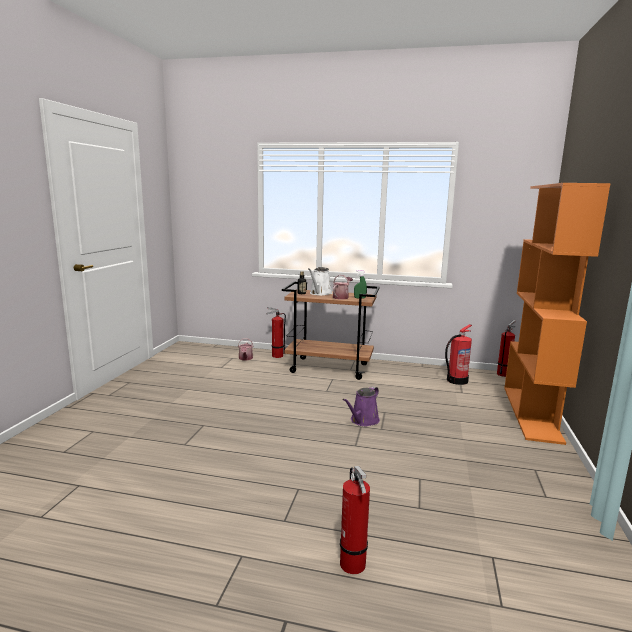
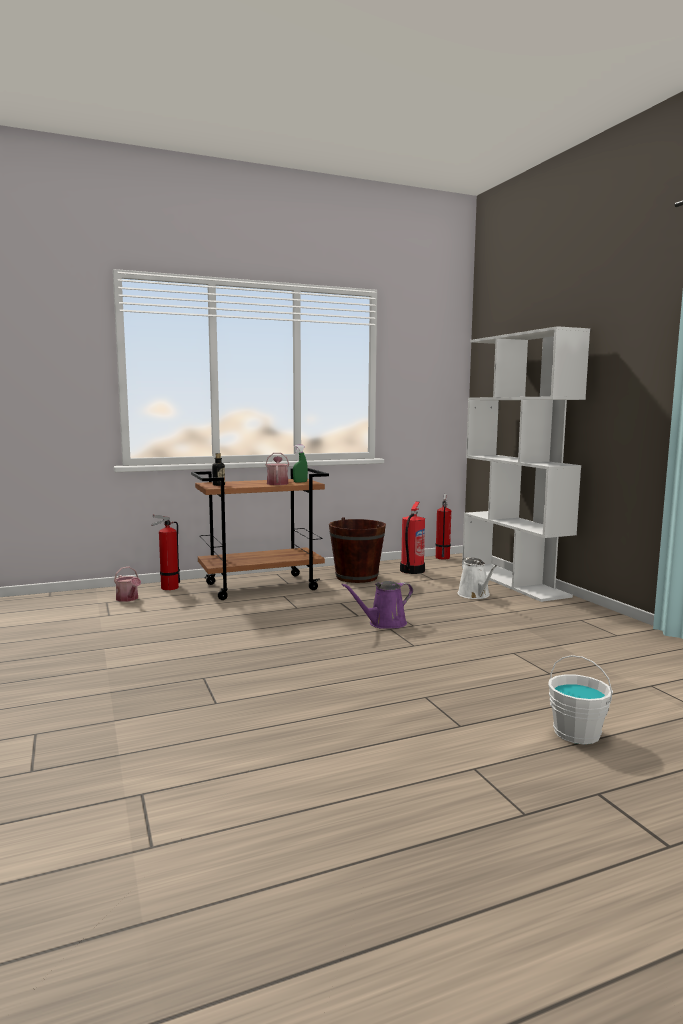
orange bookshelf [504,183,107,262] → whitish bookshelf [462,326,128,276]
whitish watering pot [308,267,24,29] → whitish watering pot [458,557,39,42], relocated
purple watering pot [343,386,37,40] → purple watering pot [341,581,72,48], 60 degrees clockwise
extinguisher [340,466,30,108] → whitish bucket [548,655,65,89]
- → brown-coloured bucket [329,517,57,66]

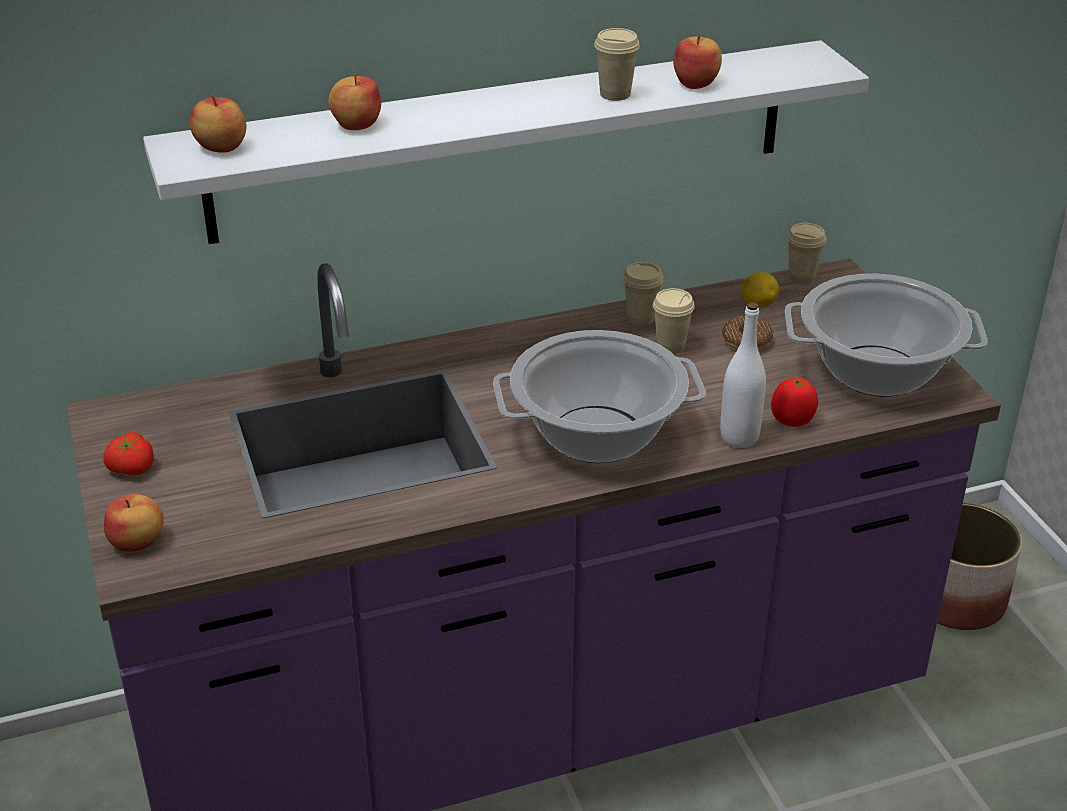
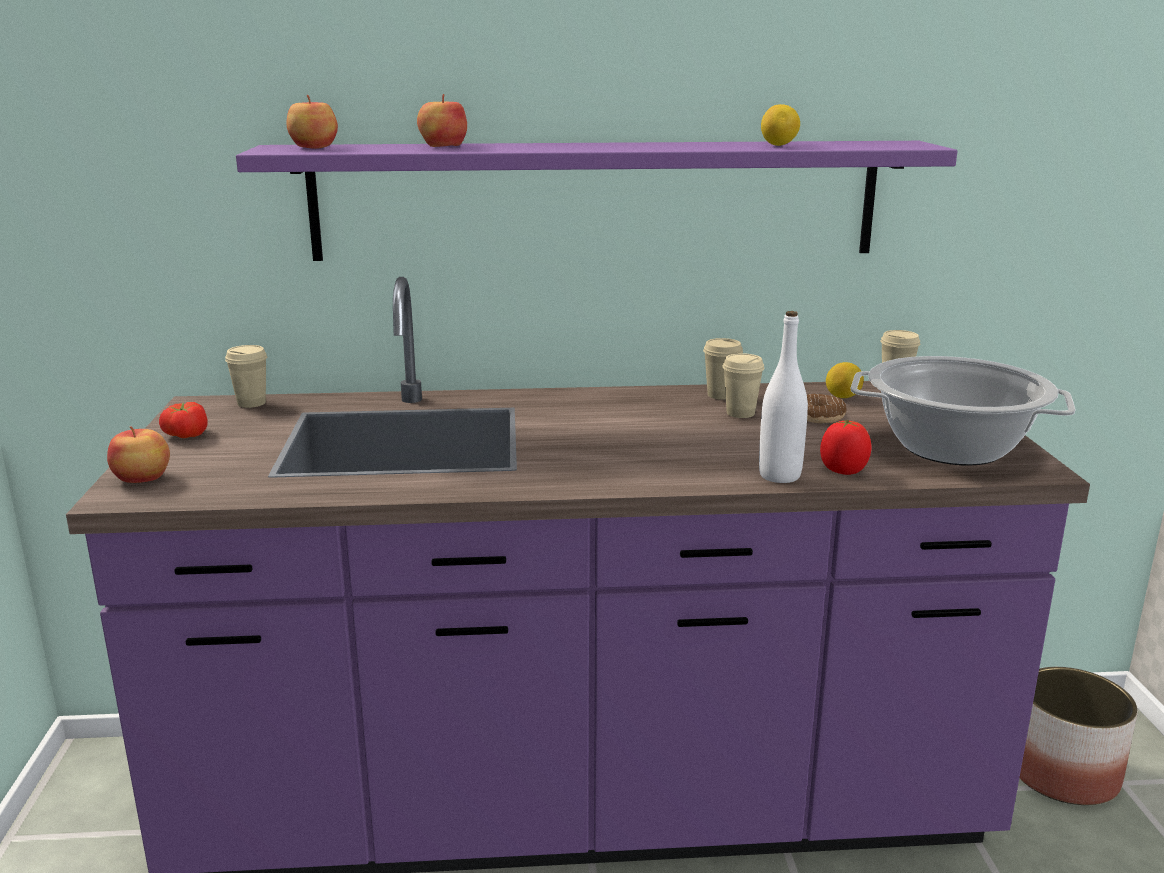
beige-coloured cup [594,28,46,73] → beige-coloured cup [225,345,42,63], relocated
apple [673,36,49,53] → citrus fruit [761,104,39,42]
whitish wall shelf [143,40,726,204] → purple wall shelf [236,141,721,120]
saucepot [493,330,213,133] → -

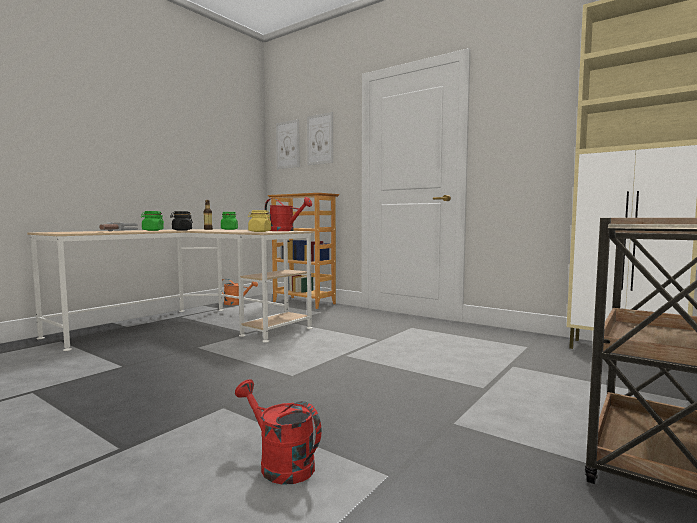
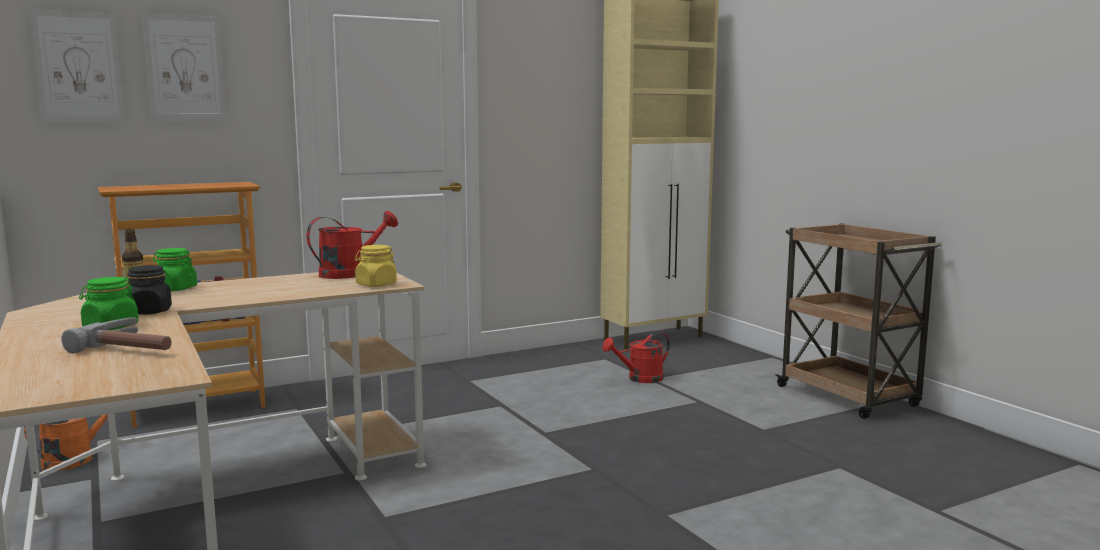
red-coloured watering pot [235,379,87,106] → red-coloured watering pot [602,332,68,51], relocated

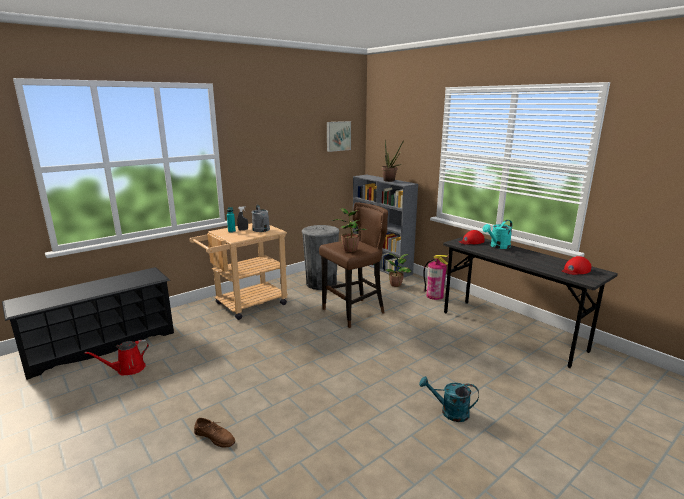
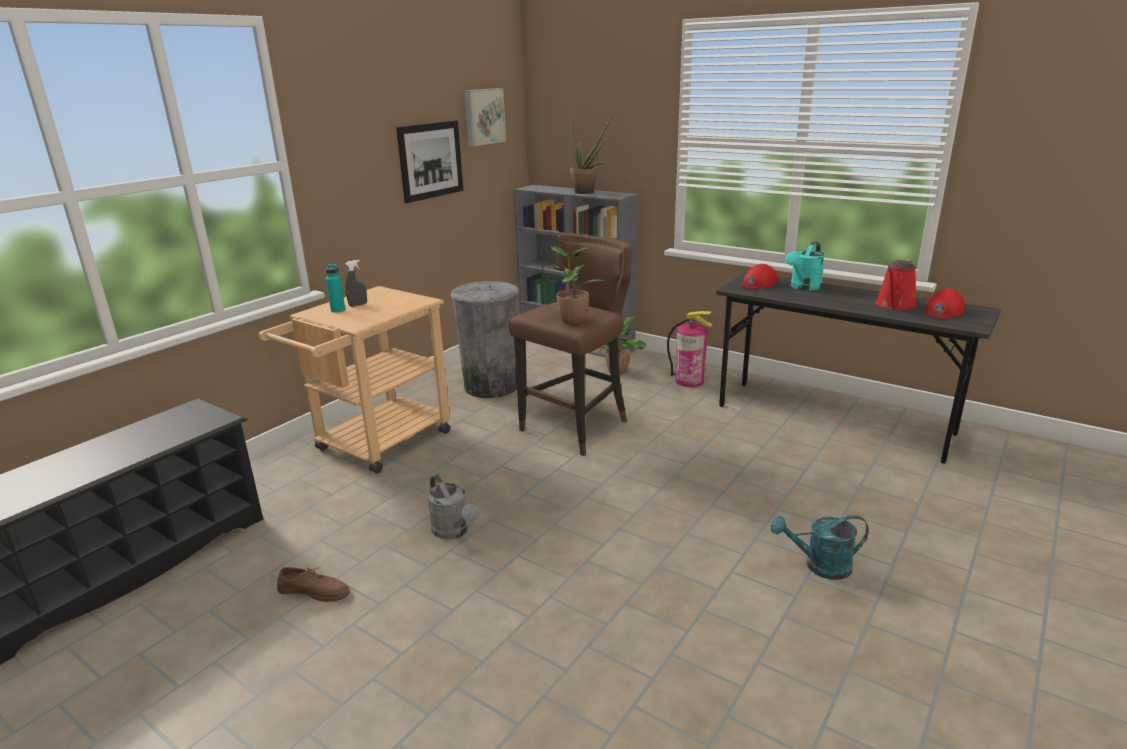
greyish watering pot [252,205,18,27] → greyish watering pot [427,474,51,65], relocated
red-coloured watering pot [85,340,64,36] → red-coloured watering pot [875,260,43,50], relocated
brown-coloured low shoe [194,418,41,30] → brown-coloured low shoe [277,567,73,35], relocated
- → wall picture [396,120,67,83]

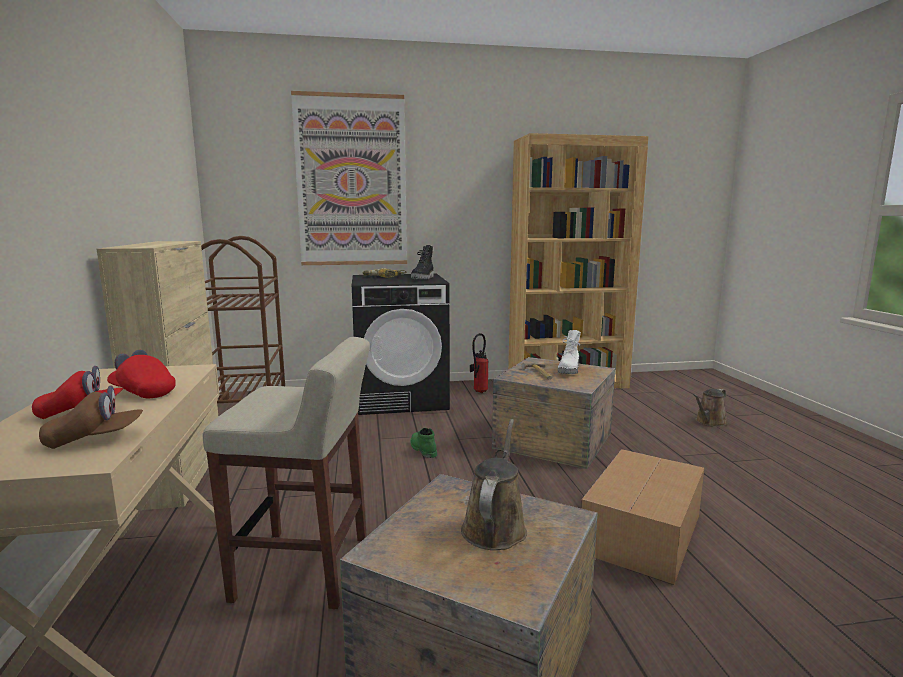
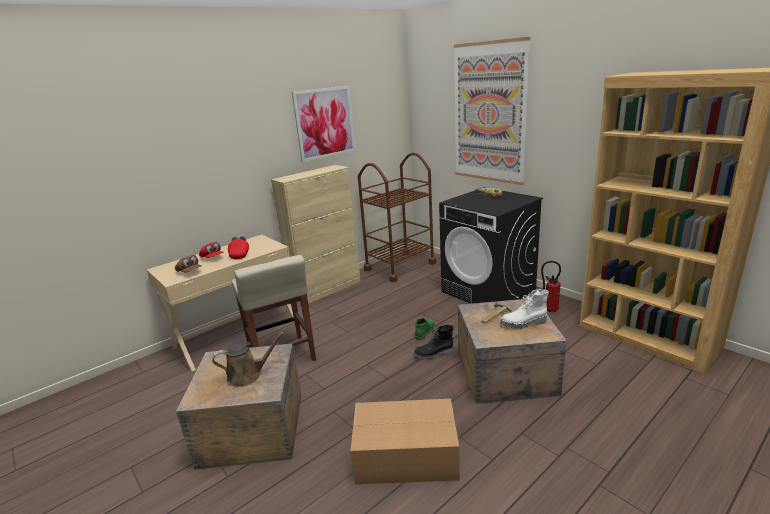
blackish tall boot [411,245,23,34] → blackish tall boot [414,325,40,35], relocated
brown-coloured watering pot [693,389,35,38] → -
- → wall picture [292,86,64,76]

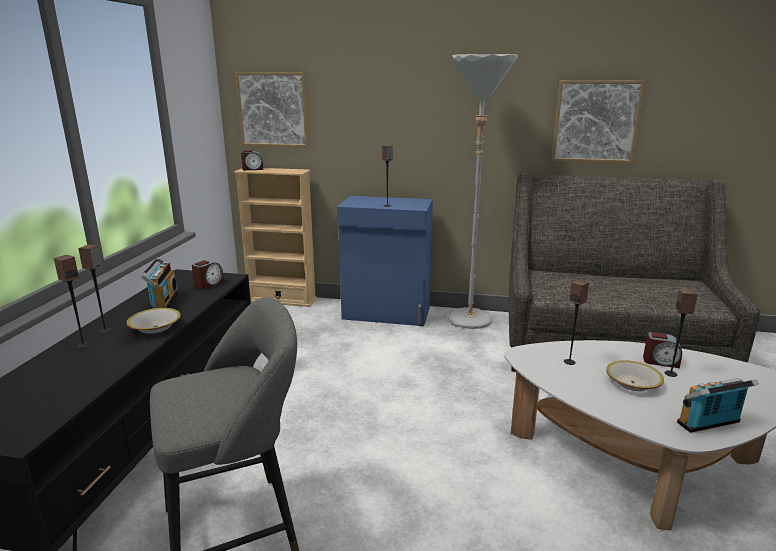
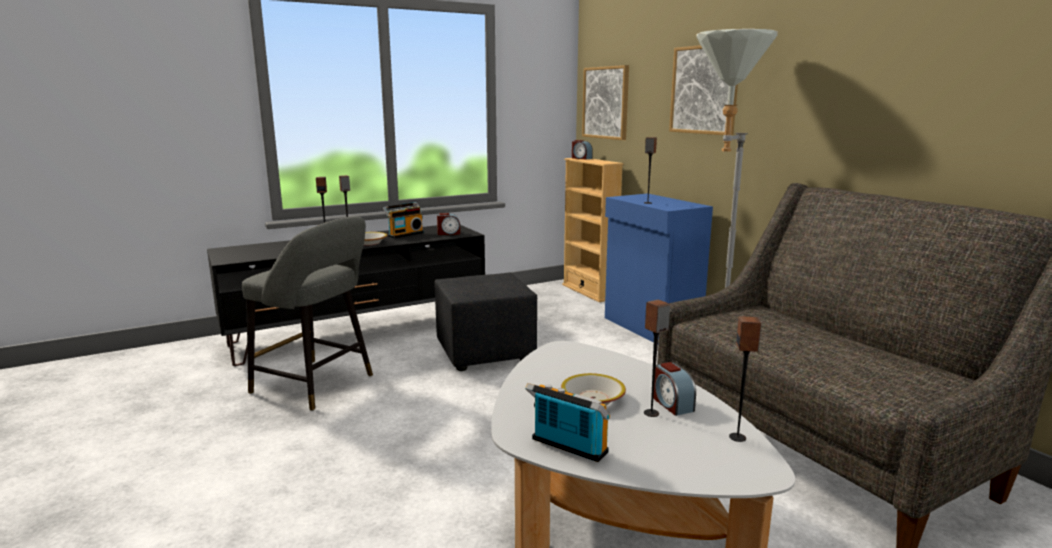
wall picture [551,80,94,83] → wall picture [669,45,69,91], relocated
audio speaker [564,280,25,85] → audio speaker [729,316,33,126], relocated
- → blackish footrest [434,272,103,99]

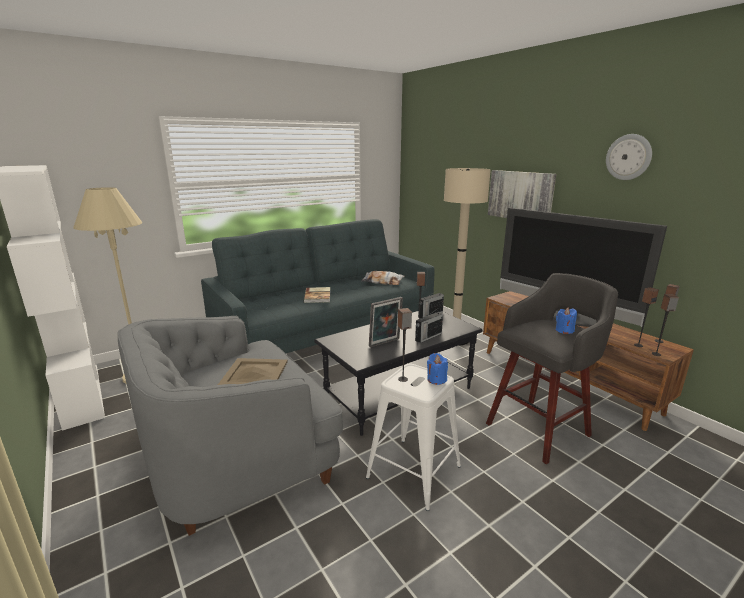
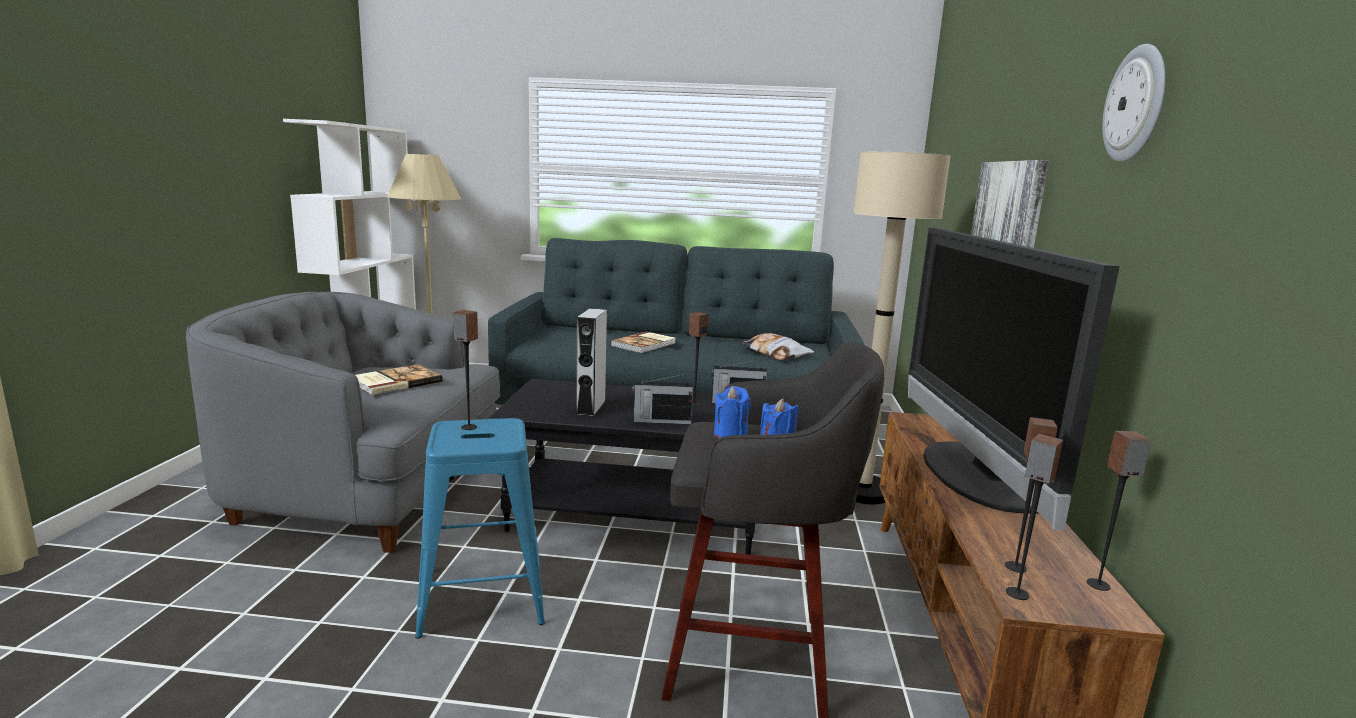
photo frame [369,297,34,50] → greyish audio speaker [576,308,31,108]
blue wax light [427,353,21,32] → blue wax light [714,386,37,52], relocated
beige-coloured serving tray [218,358,70,27] → book [355,364,88,31]
whitish stool [366,364,95,147] → blue stool [415,418,130,220]

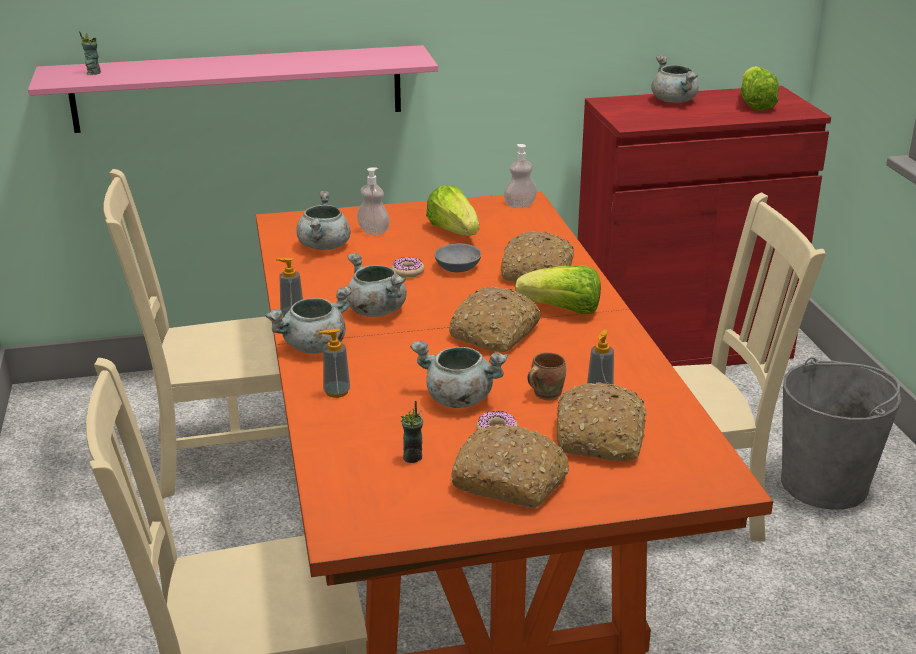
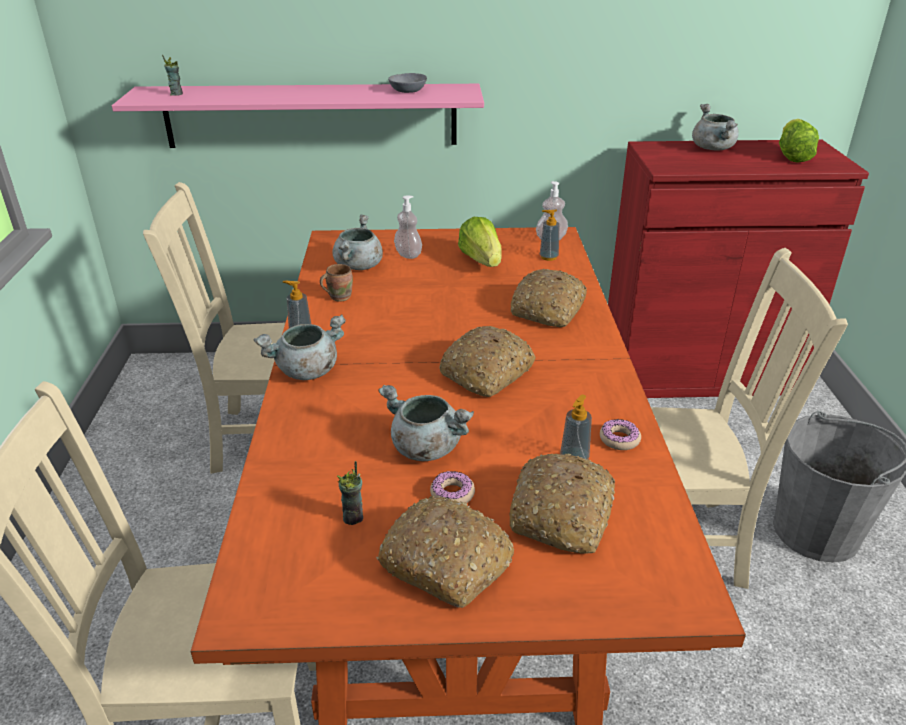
greyish bowl [434,243,47,29] → greyish bowl [388,73,39,20], relocated
greyish saucepot [347,253,60,64] → -
doughnut [392,257,32,21] → doughnut [600,419,41,31], relocated
head of lettuce [515,265,86,49] → -
liquid soap bottle [319,329,31,69] → liquid soap bottle [540,210,20,51], relocated
brown-coloured mug [527,352,39,49] → brown-coloured mug [320,264,33,37], relocated

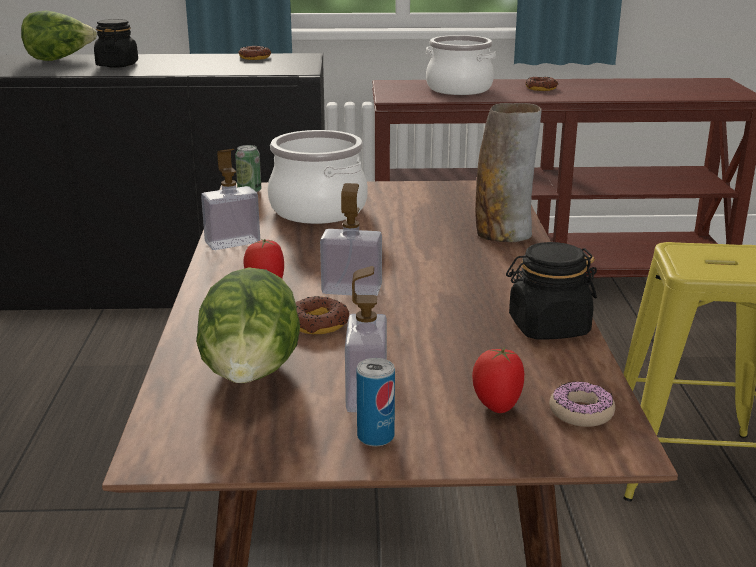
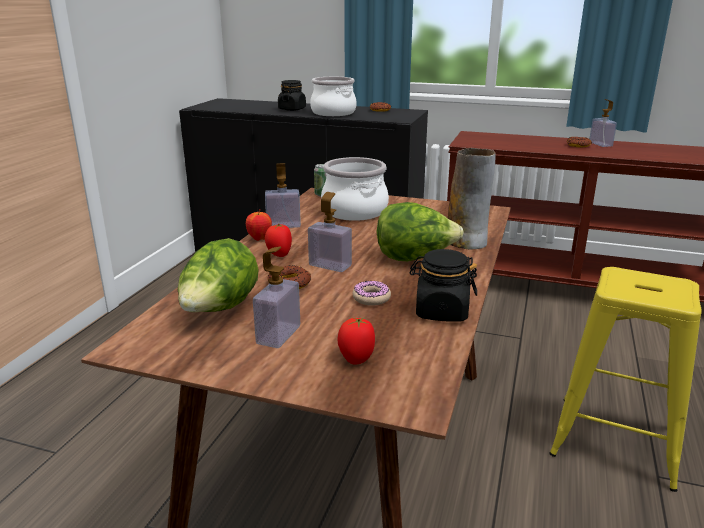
head of lettuce [21,11,76,50] → head of lettuce [376,202,88,59], relocated
saucepot [426,35,70,60] → saucepot [310,77,47,39], relocated
sealed can [357,358,38,88] → -
doughnut [549,381,66,46] → doughnut [353,281,38,25], relocated
- → liquid soap bottle [589,99,28,48]
- → apple [246,209,26,32]

